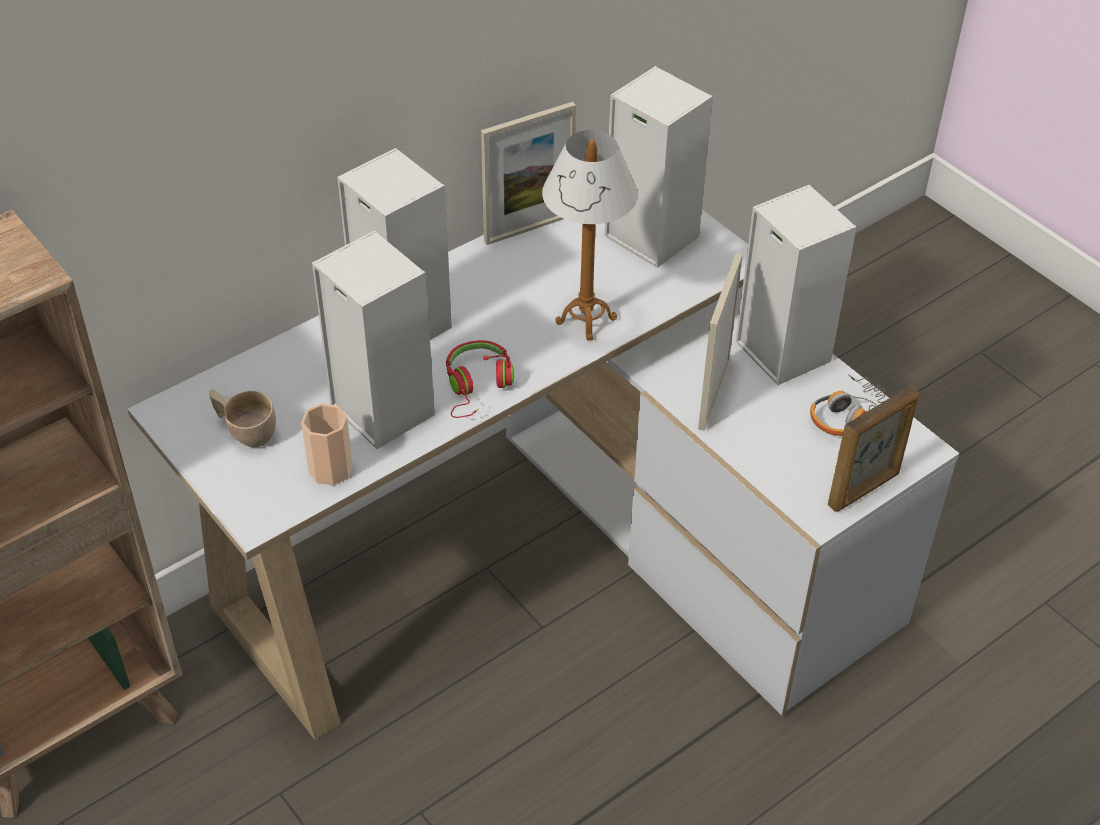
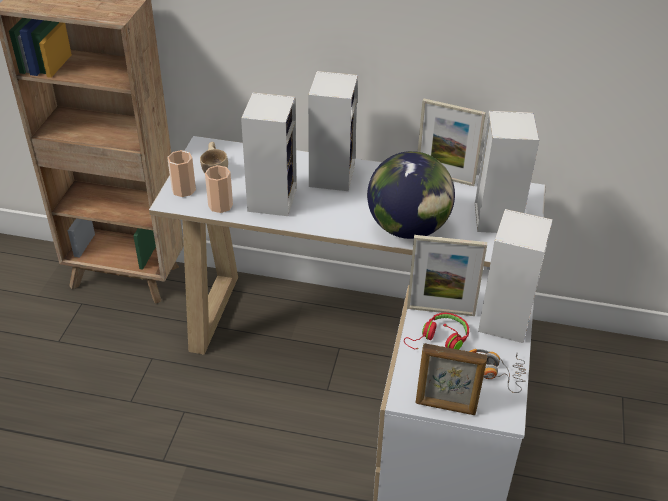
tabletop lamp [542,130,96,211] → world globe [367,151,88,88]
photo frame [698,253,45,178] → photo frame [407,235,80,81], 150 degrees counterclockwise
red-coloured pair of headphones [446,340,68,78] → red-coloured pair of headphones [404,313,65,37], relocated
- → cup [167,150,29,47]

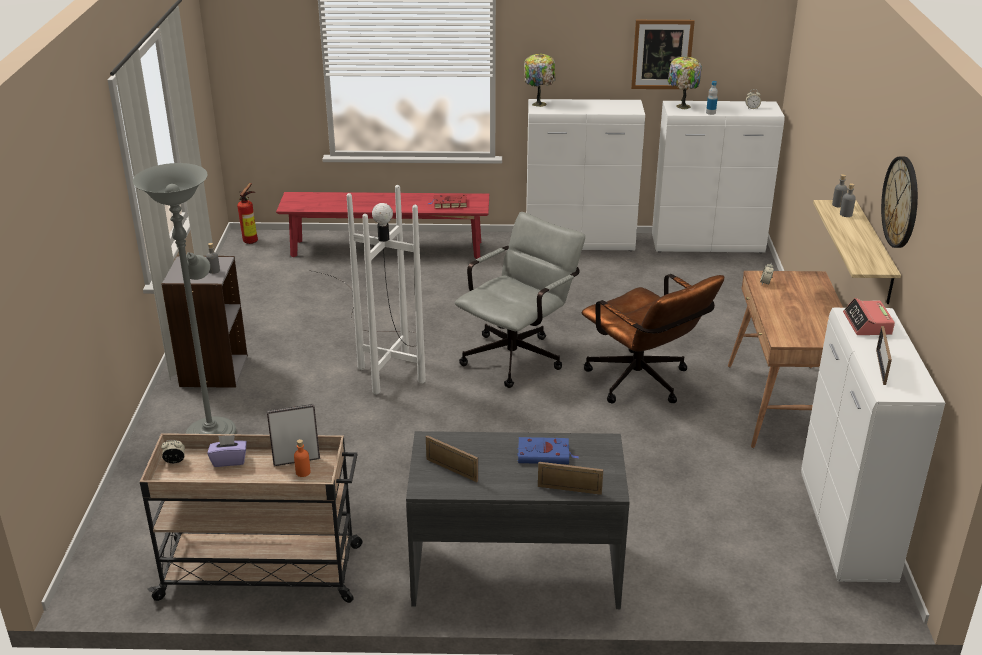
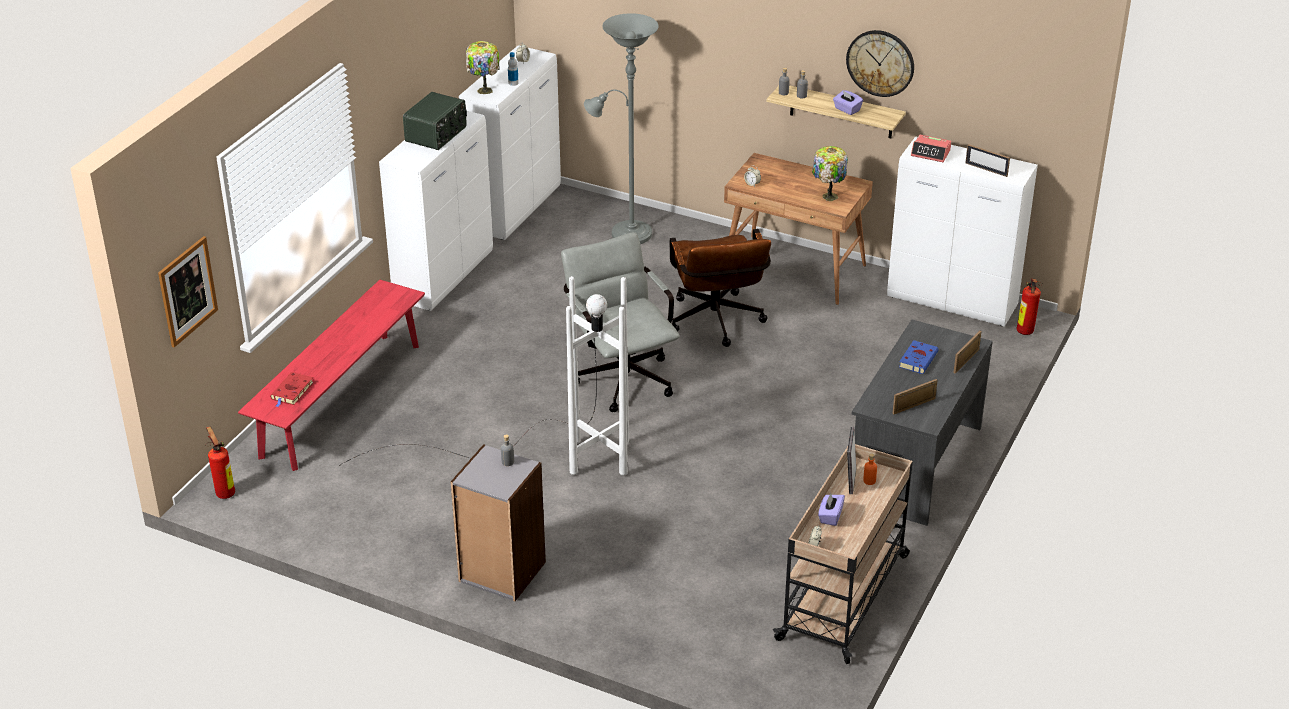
wall picture [631,20,64,69] → wall picture [158,236,60,112], relocated
tabletop lamp [524,54,31,53] → tabletop lamp [812,146,36,55], relocated
greyish standing lamp [133,163,103,271] → greyish standing lamp [584,13,75,231], relocated
red-coloured book [428,194,39,15] → red-coloured book [270,372,44,35], relocated
brown-coloured computer chair [582,274,142,130] → brown-coloured computer chair [670,229,101,118], 90 degrees clockwise
- → purple tissue box [833,90,30,25]
- → radio [403,92,64,58]
- → extinguisher [1017,278,25,57]

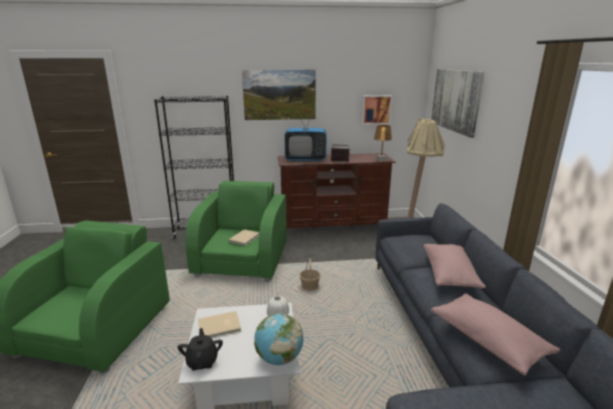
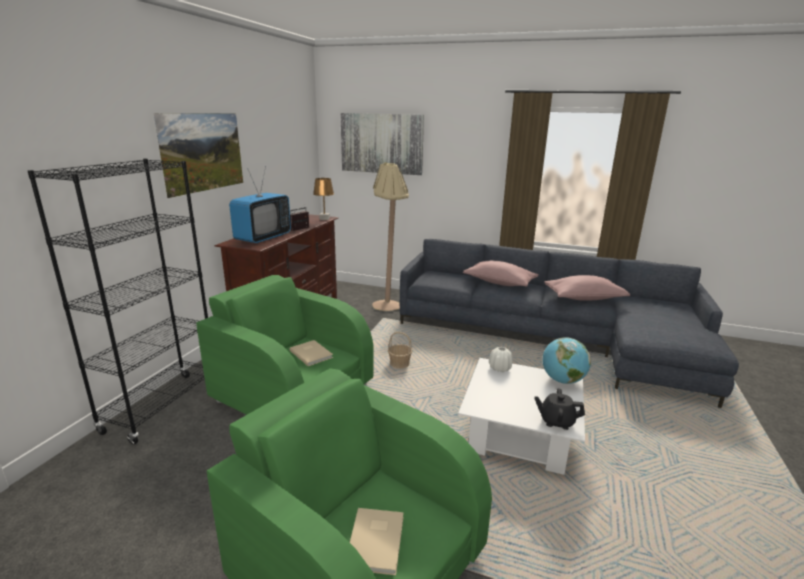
wall picture [362,95,30,30] → -
beige-coloured book [198,311,44,27] → beige-coloured book [350,508,54,67], relocated

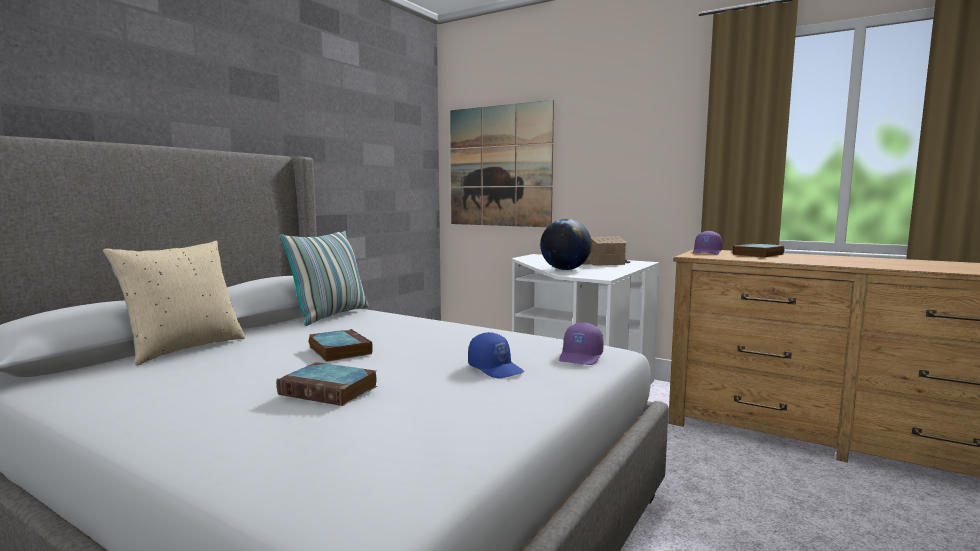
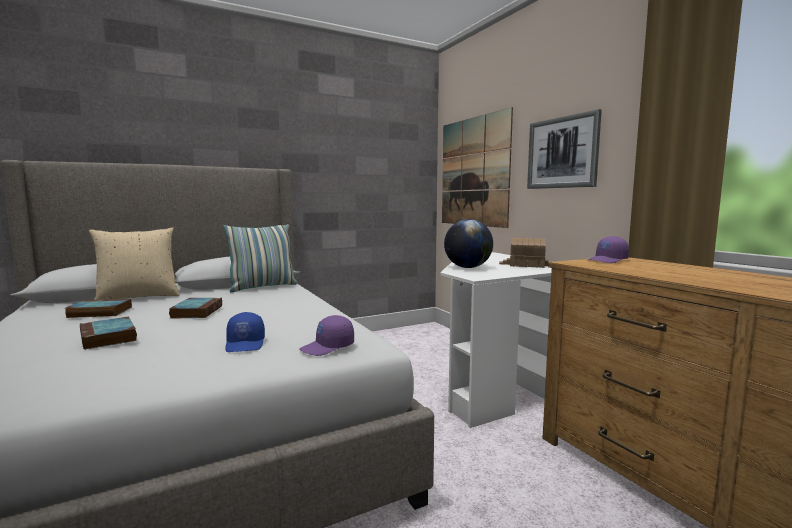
book [733,243,52,14] → book [65,299,67,19], relocated
- → wall picture [527,109,75,80]

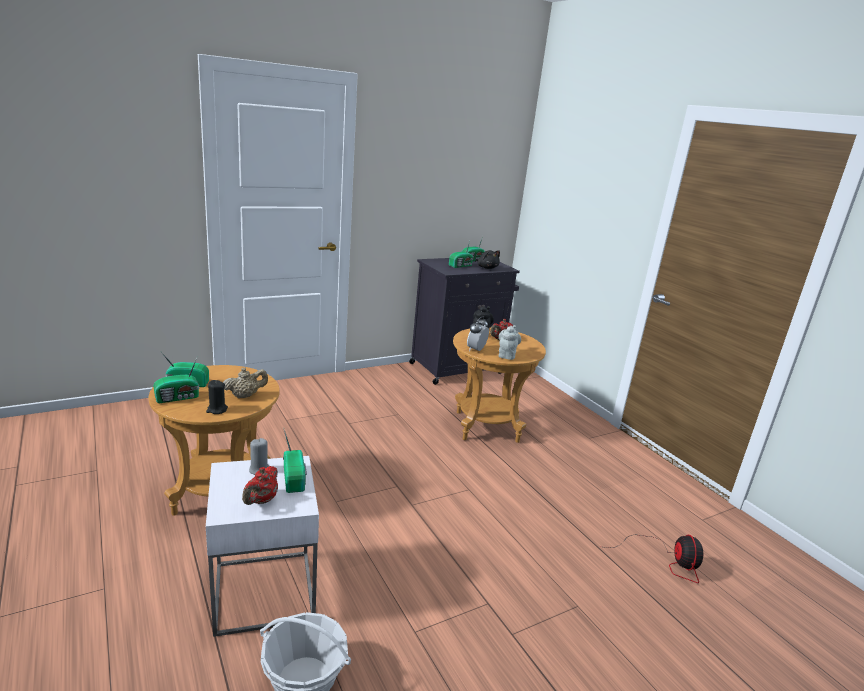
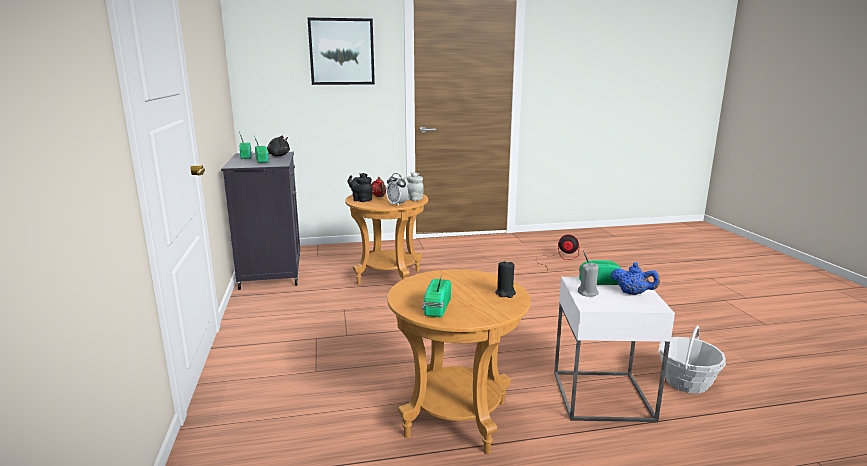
radio [153,358,46,45] → -
beige-coloured tea pot [223,367,45,31] → -
red-coloured tea pot [242,466,36,39] → blue tea pot [611,262,49,33]
- → wall picture [308,18,67,67]

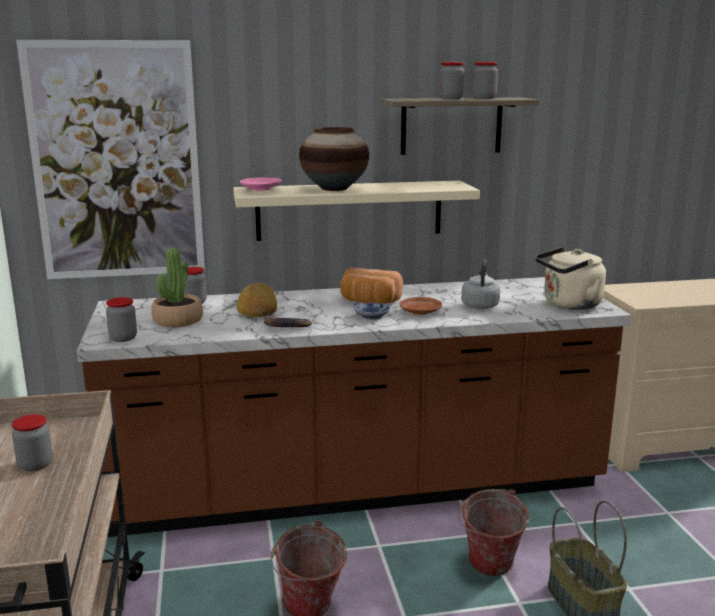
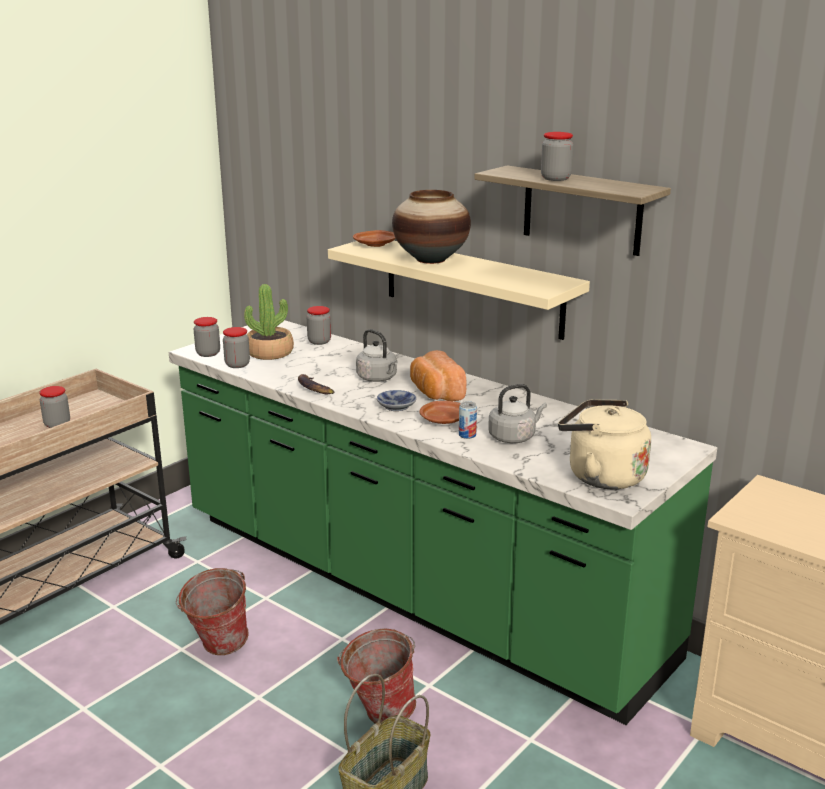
wall picture [16,40,189,239] → -
storage jar [473,62,25,37] → storage jar [223,327,27,41], relocated
pinkish flat dish [240,178,42,13] → brown-coloured flat dish [353,230,43,17]
brown-coloured kitchen base unit [77,277,554,260] → greenish kitchen base unit [169,320,548,405]
bakery bread [237,283,40,34] → -
- → greyish kettle [356,329,42,53]
- → sealed can [459,401,18,38]

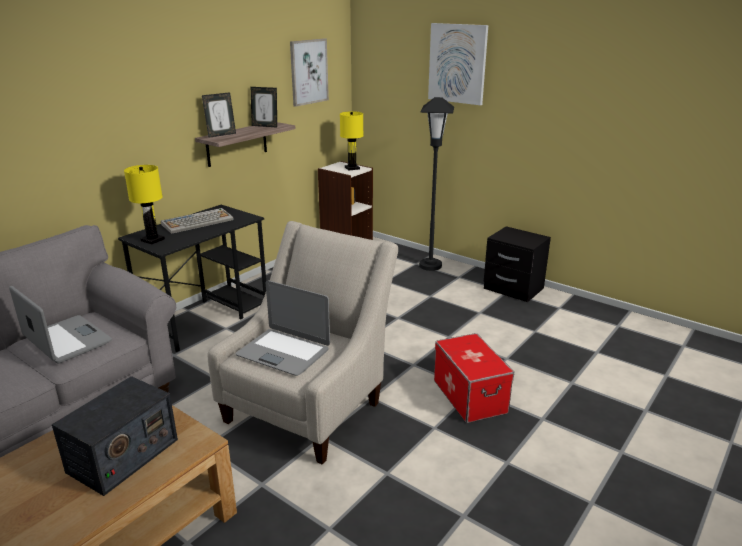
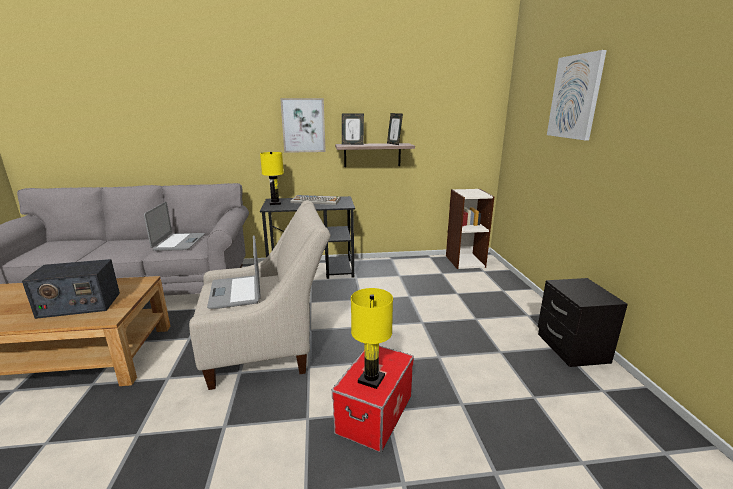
wall picture [290,38,39,69] → wall picture [280,98,46,55], relocated
blackish standing lamp [419,97,35,174] → -
yellow tabletop lamp [340,111,24,60] → yellow tabletop lamp [351,288,42,101], relocated

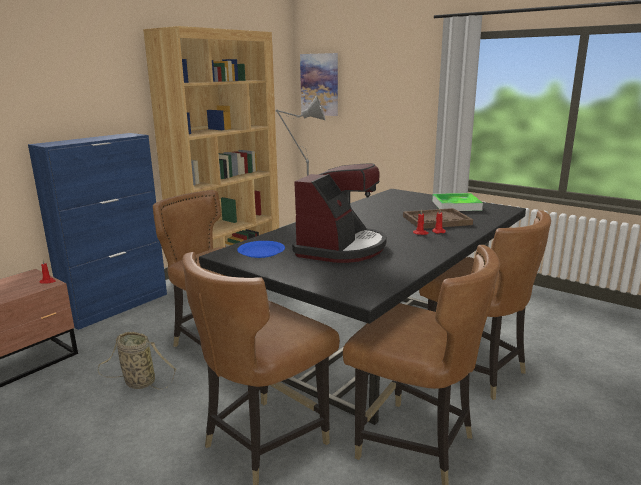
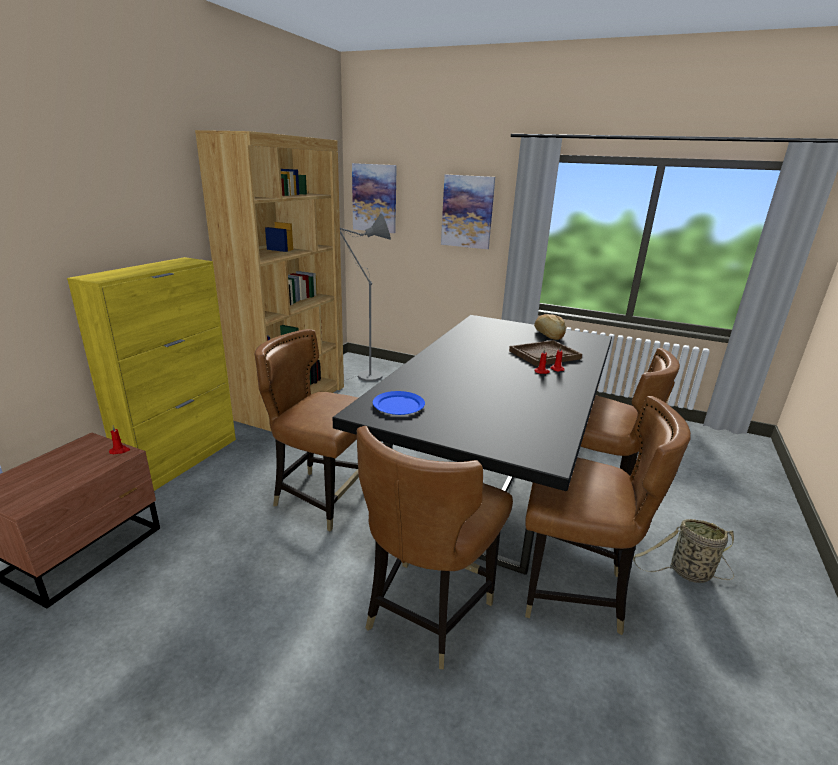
blue storage cabinet [28,133,139,197] → yellow storage cabinet [67,257,169,234]
coffee maker [292,163,95,100] → -
serving tray [432,193,51,18] → bakery bread [534,314,32,26]
household basket [98,332,78,57] → household basket [633,519,101,64], relocated
- → wall picture [441,175,54,74]

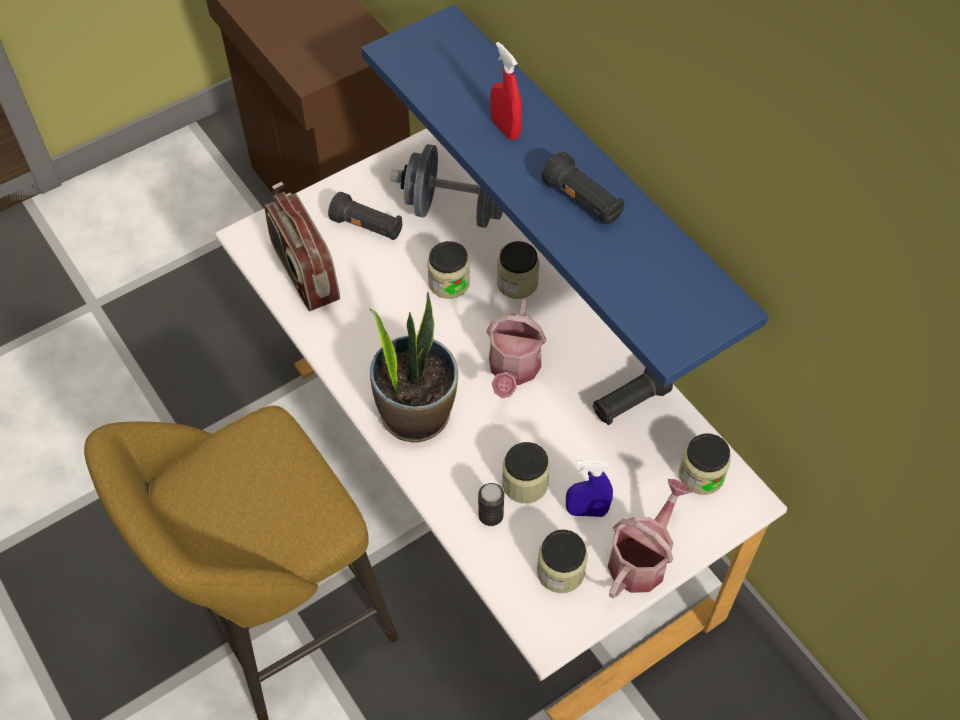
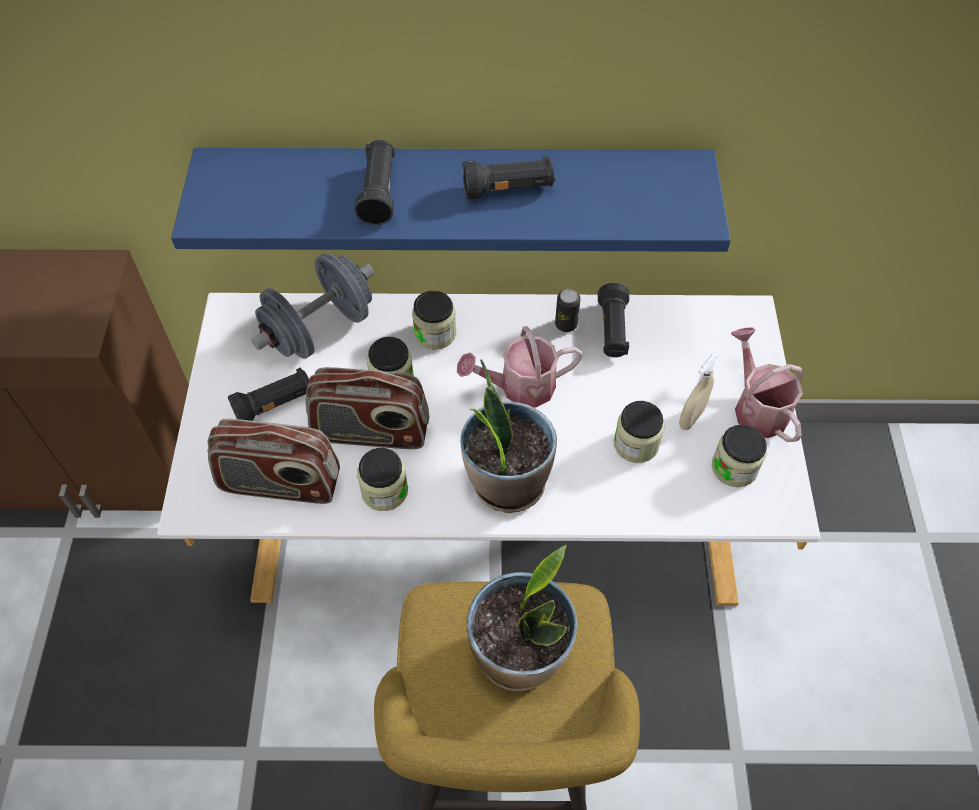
red-coloured hand sprayer [490,42,32,98] → blackish hand torch [354,140,41,85]
watering pot [486,299,60,99] → watering pot [457,326,126,82], 120 degrees clockwise
storage jar [679,434,52,61] → storage jar [357,448,51,63], relocated
blue hand sprayer [566,460,47,57] → beige-coloured hand sprayer [679,353,39,77]
sealed can [478,483,26,43] → sealed can [555,289,26,43], relocated
- → radio [305,367,124,82]
- → potted plant [466,544,111,147]

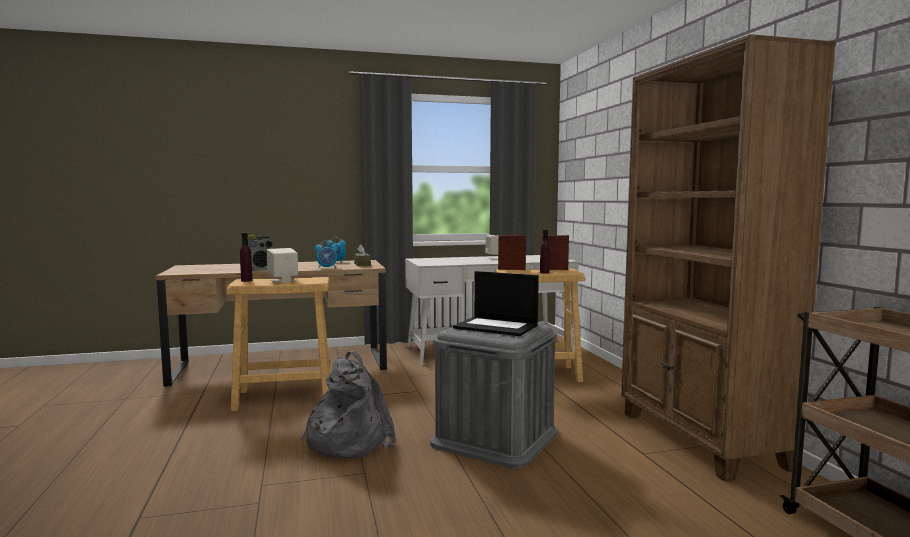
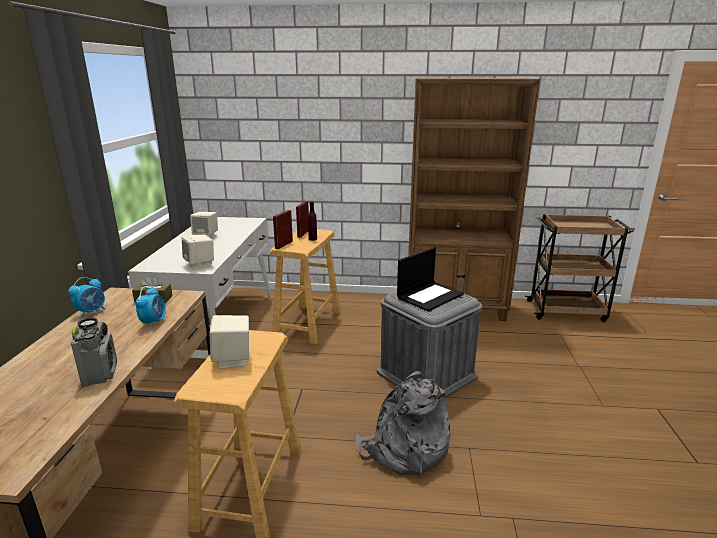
purple drink bottle [240,233,12,49] → -
- → beige-coloured audio speaker [182,235,32,35]

